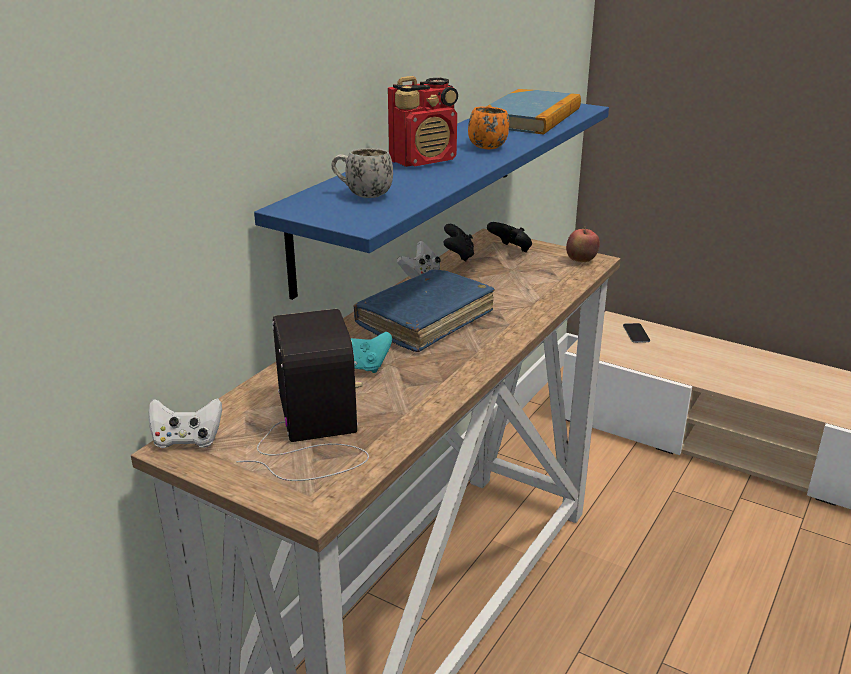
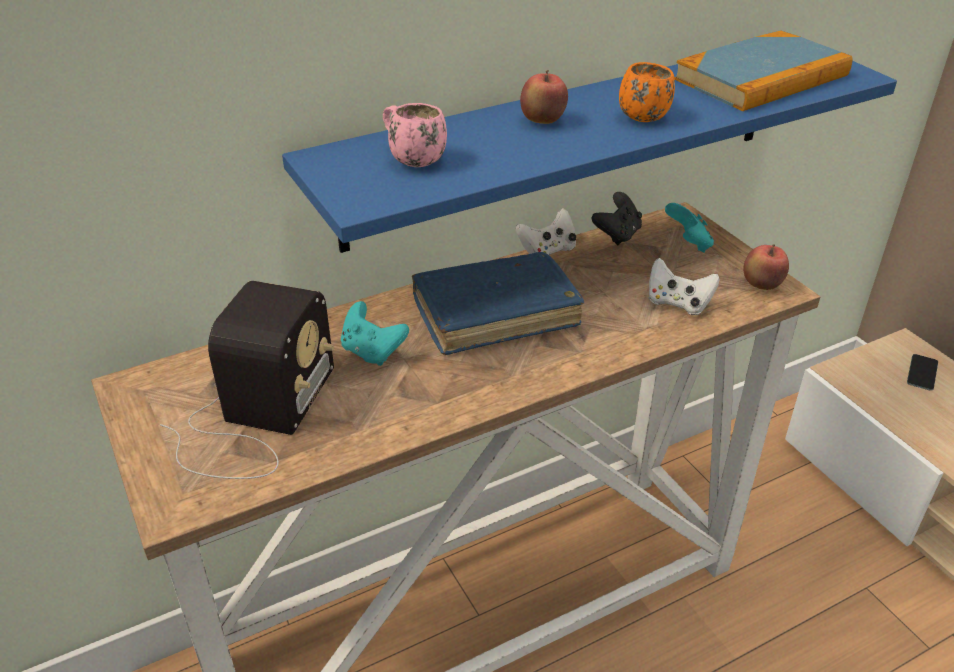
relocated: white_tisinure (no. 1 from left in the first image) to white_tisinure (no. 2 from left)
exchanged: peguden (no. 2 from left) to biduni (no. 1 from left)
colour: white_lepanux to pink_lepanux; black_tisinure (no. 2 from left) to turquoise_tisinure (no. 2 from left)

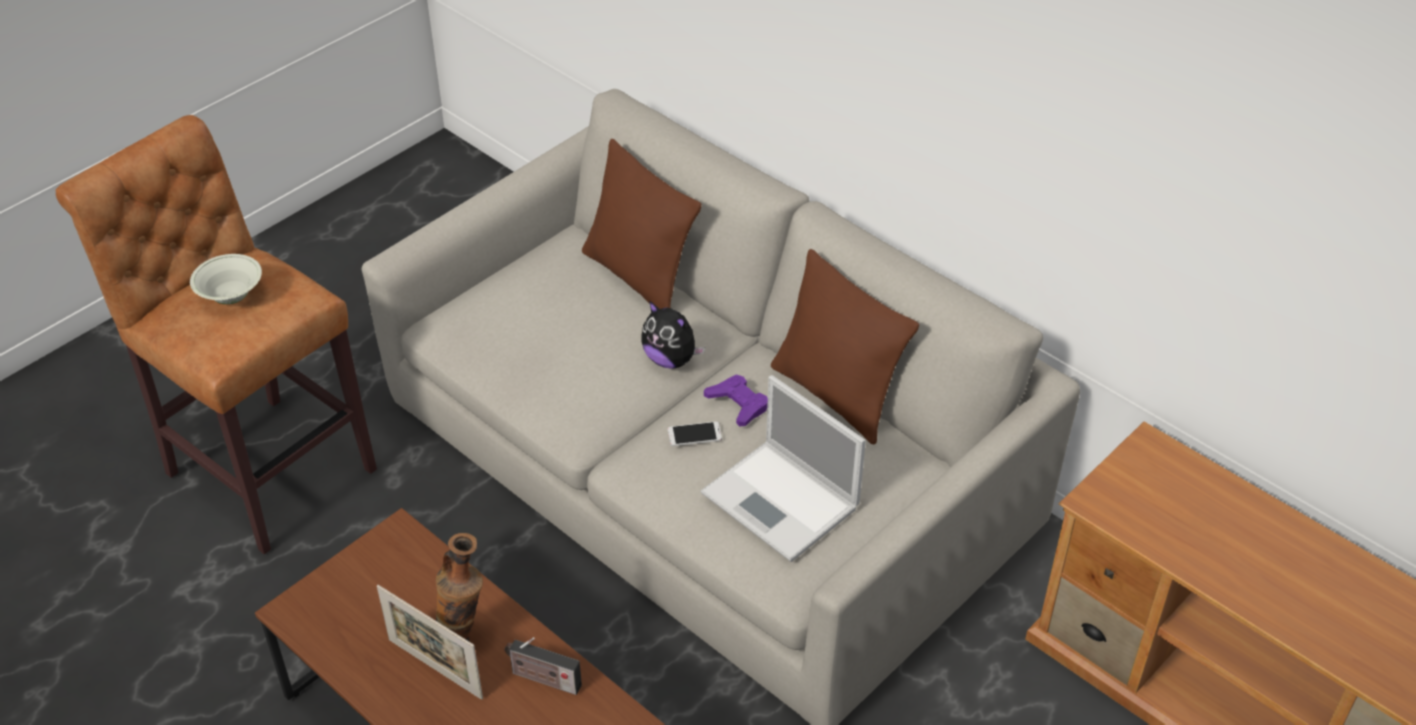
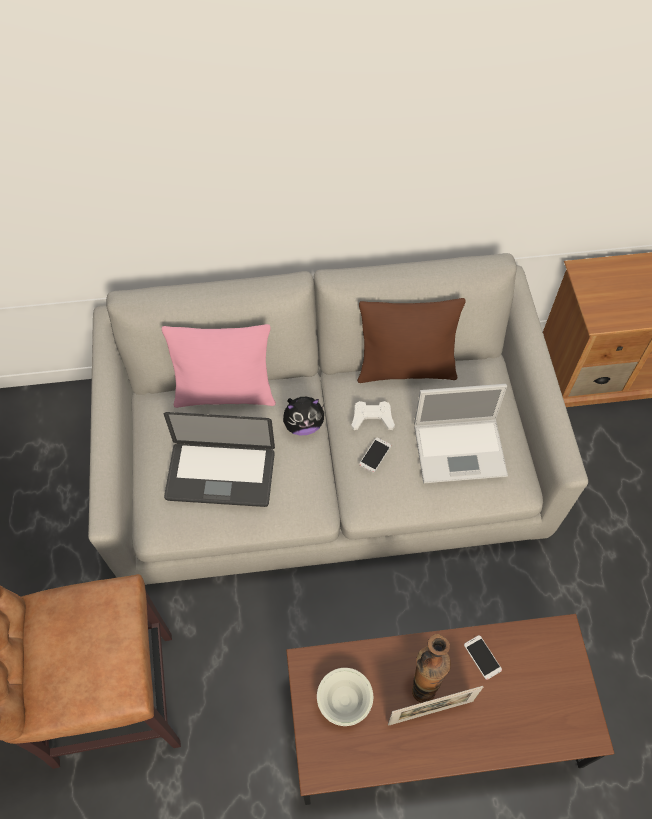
appeared: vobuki (no. 1 from left)
relocated: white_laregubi
exchanged: peguden to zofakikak (no. 2 from left)
colour: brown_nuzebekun (no. 1 from left) to pink_nuzebekun; purple_tisinure to white_tisinure

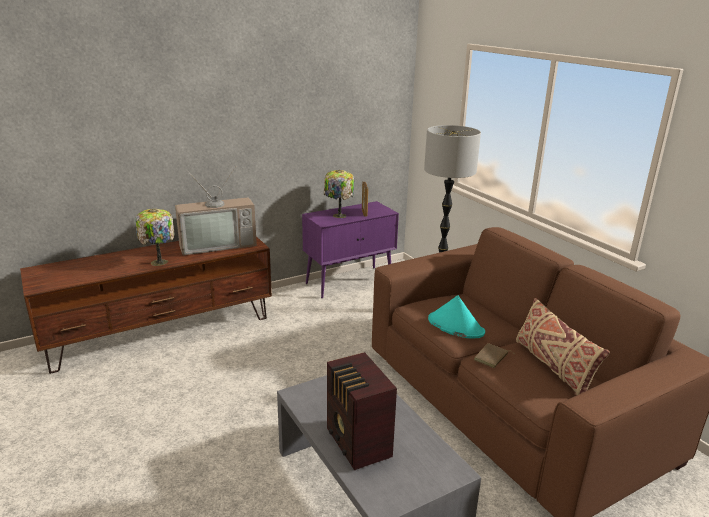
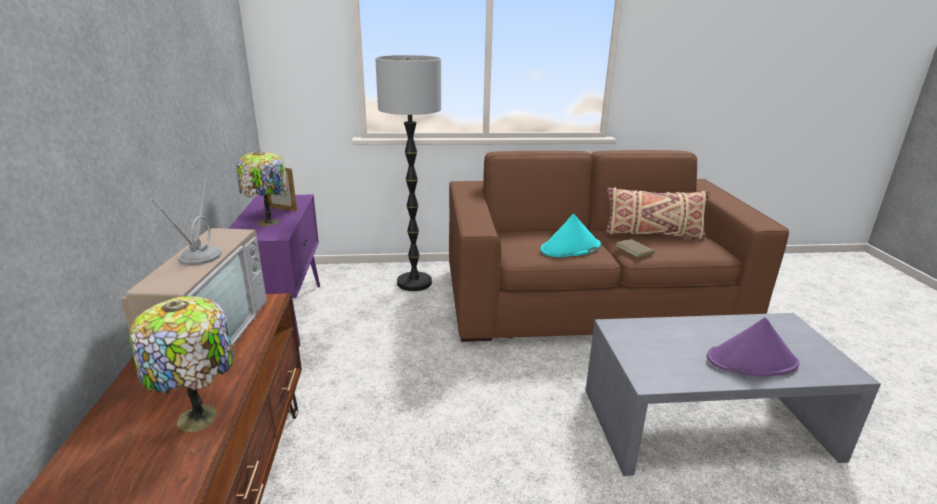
exchanged: peguden to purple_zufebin

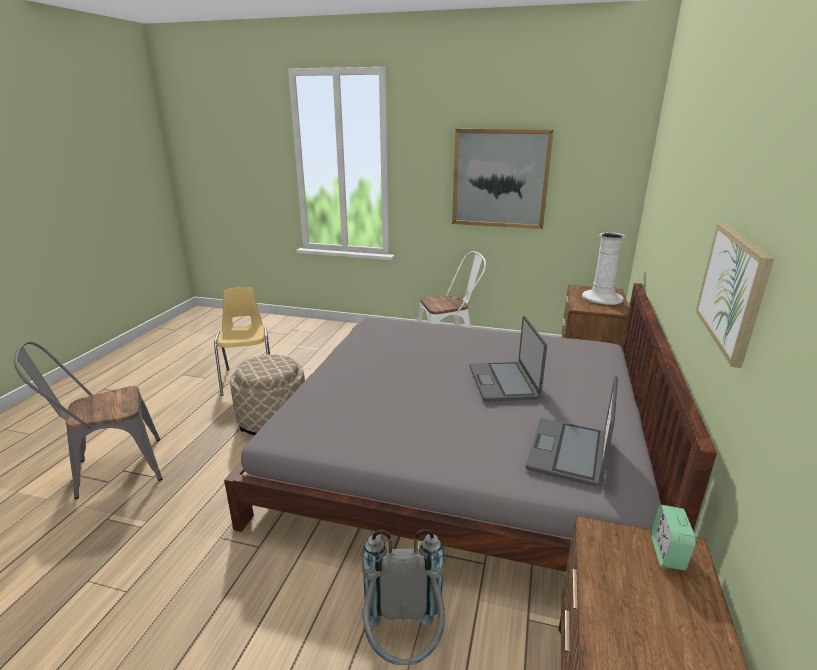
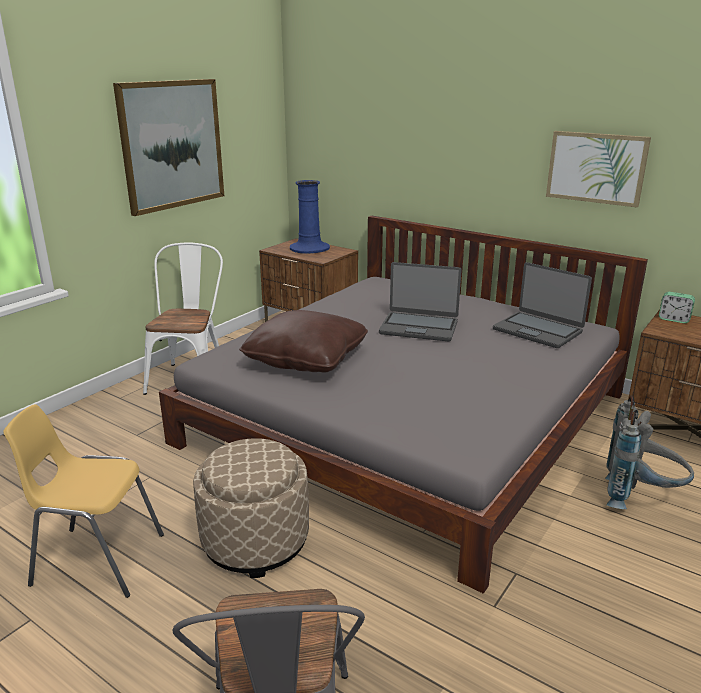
appeared: brown_nuzebekun
colour: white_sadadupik to blue_sadadupik

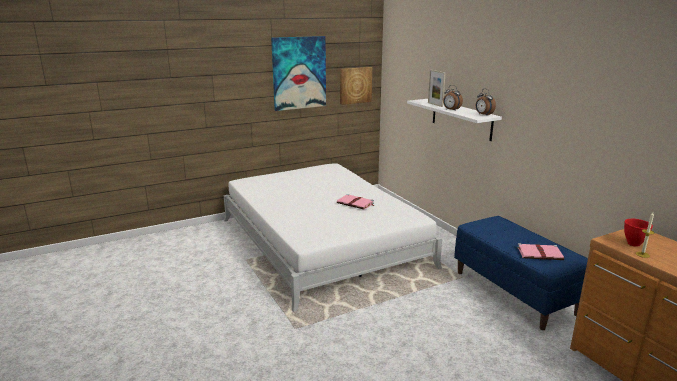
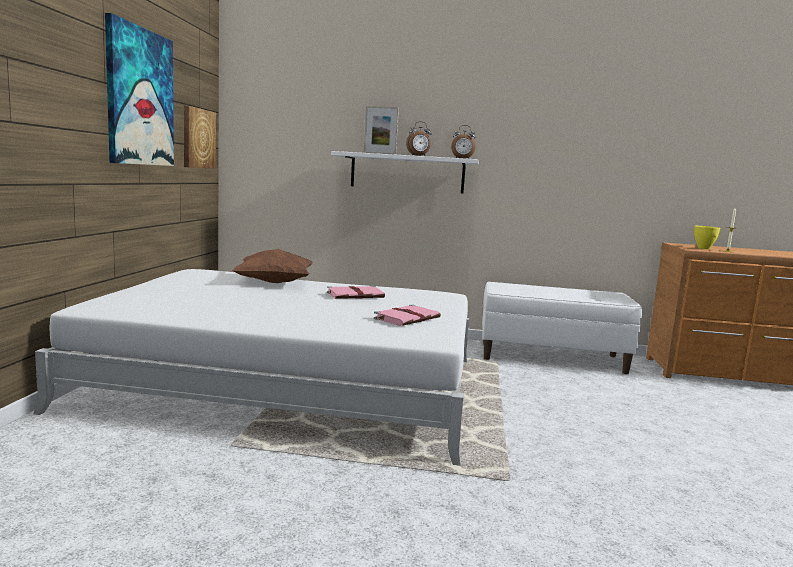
appeared: brown_nuzebekun
relocated: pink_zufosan (no. 2 from left)
colour: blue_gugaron to white_gugaron; red_laregubi to yellow_laregubi

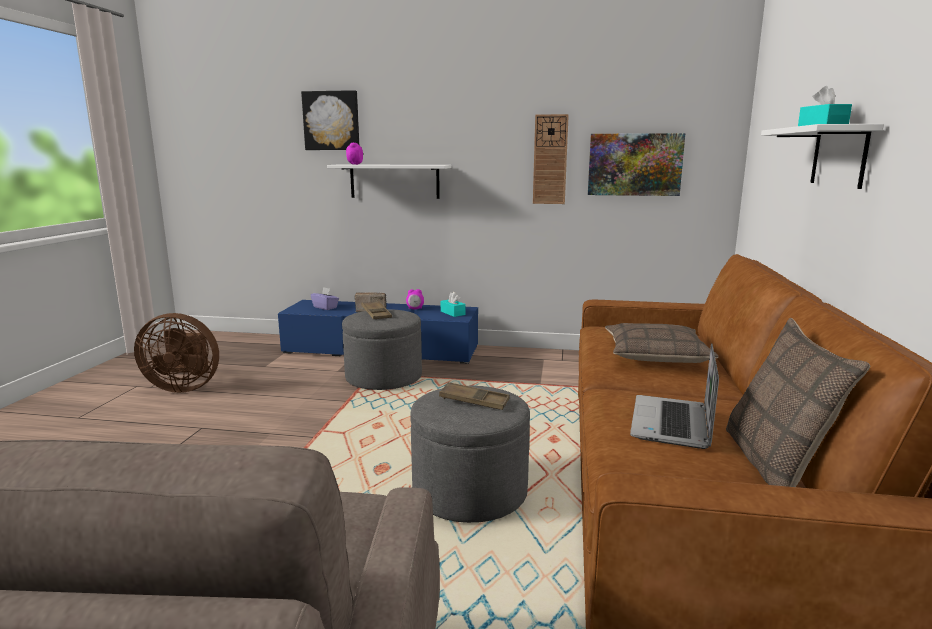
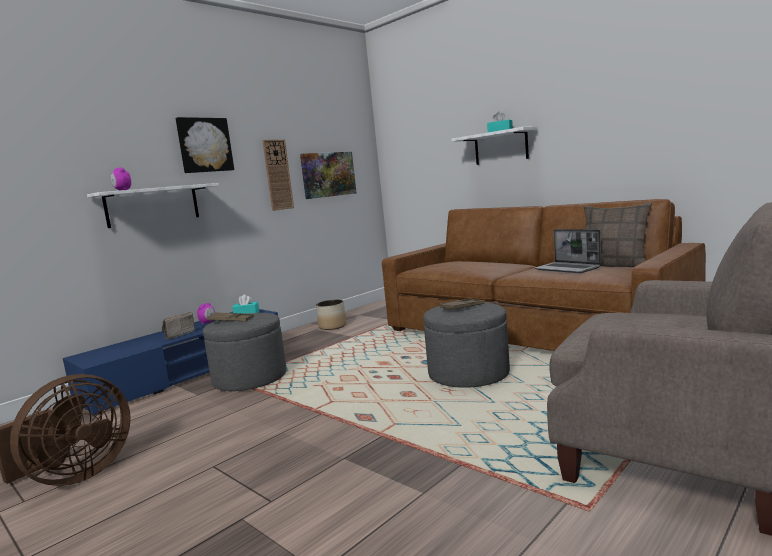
missing: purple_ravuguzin; nuzebekun (no. 1 from left)
appeared: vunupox
relocated: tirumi (no. 1 from left)

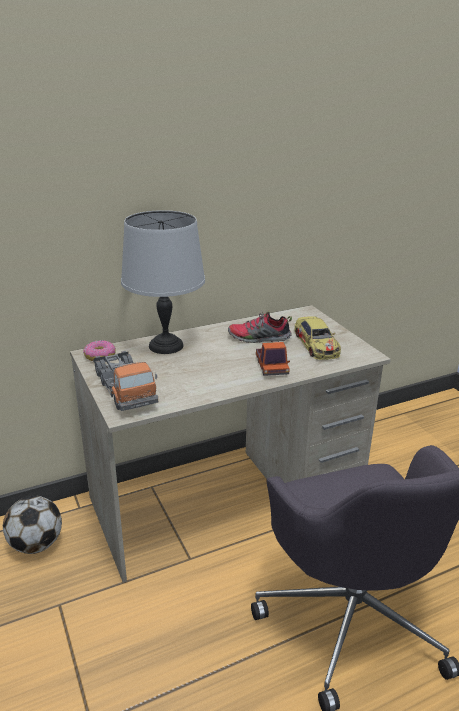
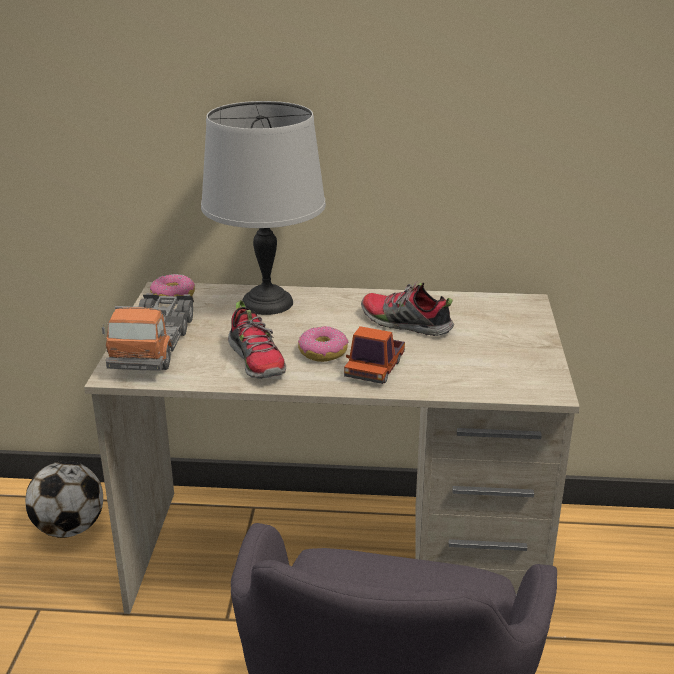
missing: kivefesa
appeared: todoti (no. 1 from left); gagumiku (no. 2 from left)

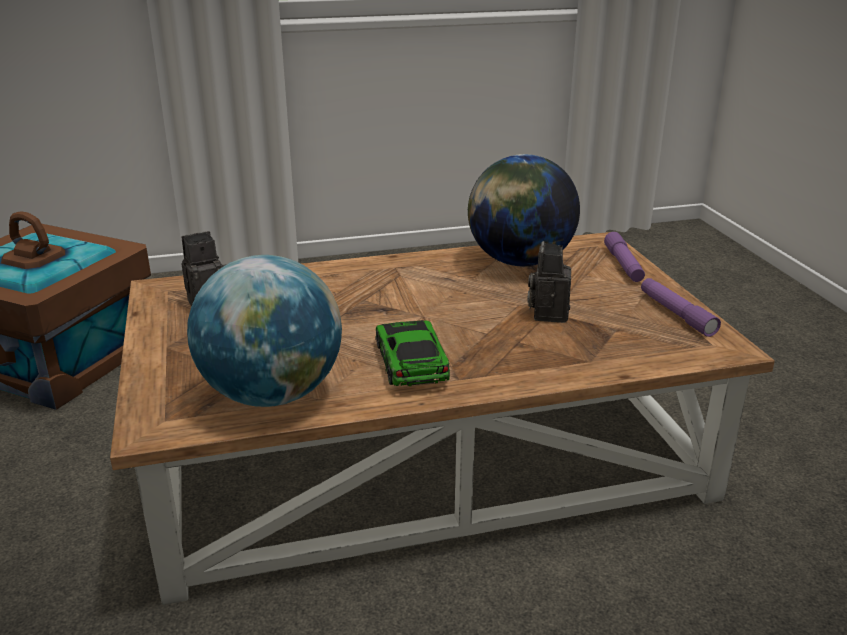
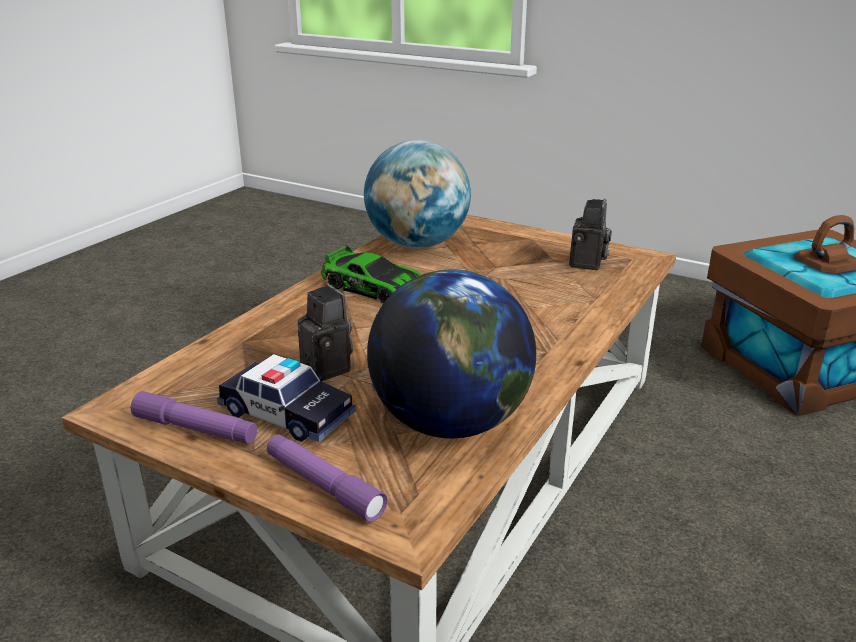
appeared: kivefesa (no. 1 from left)

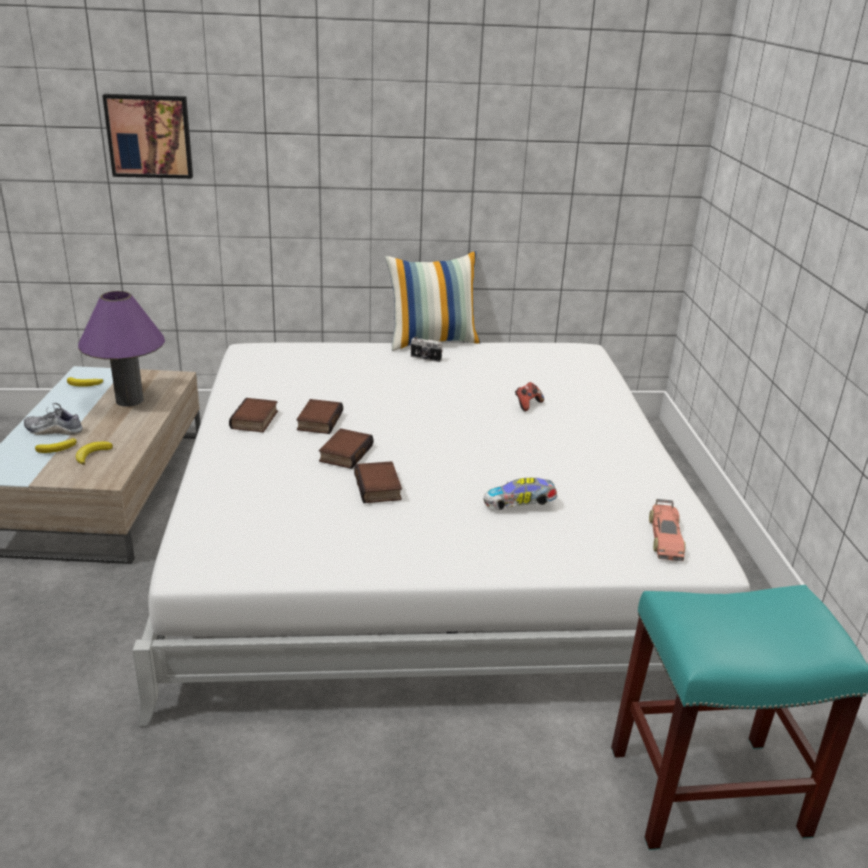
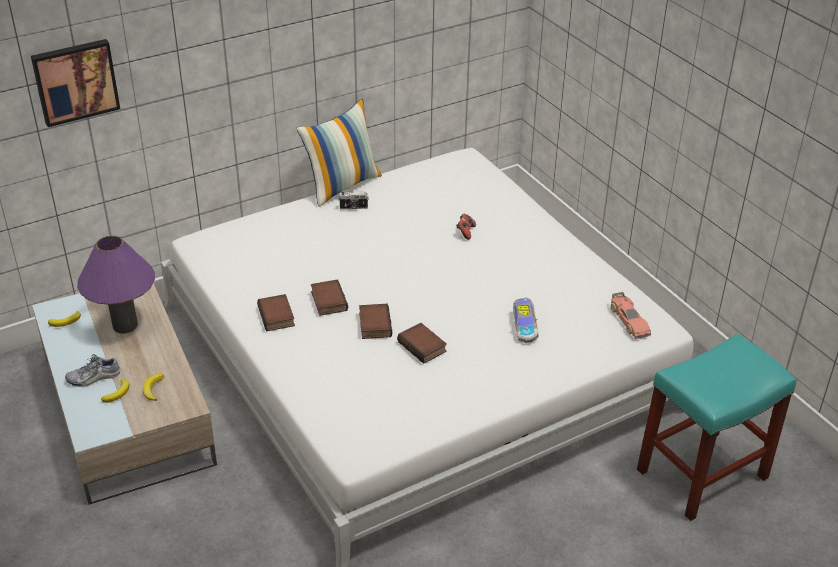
spun: kivefesa (no. 1 from left) 60 degrees counterclockwise

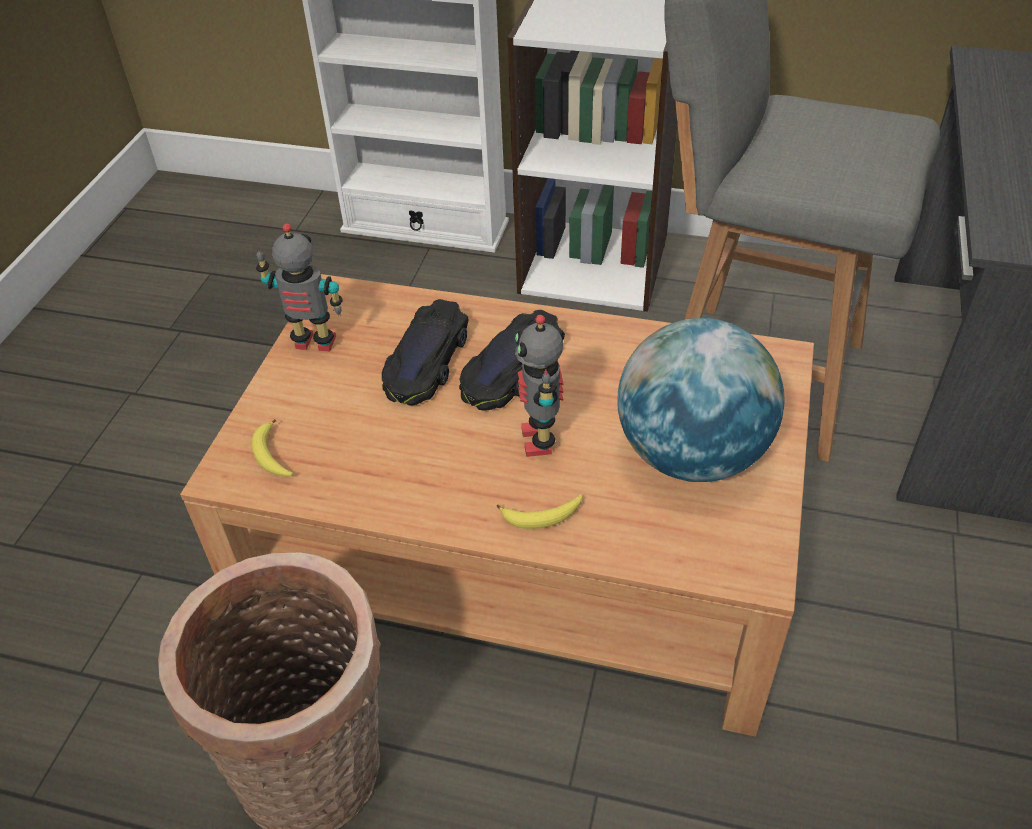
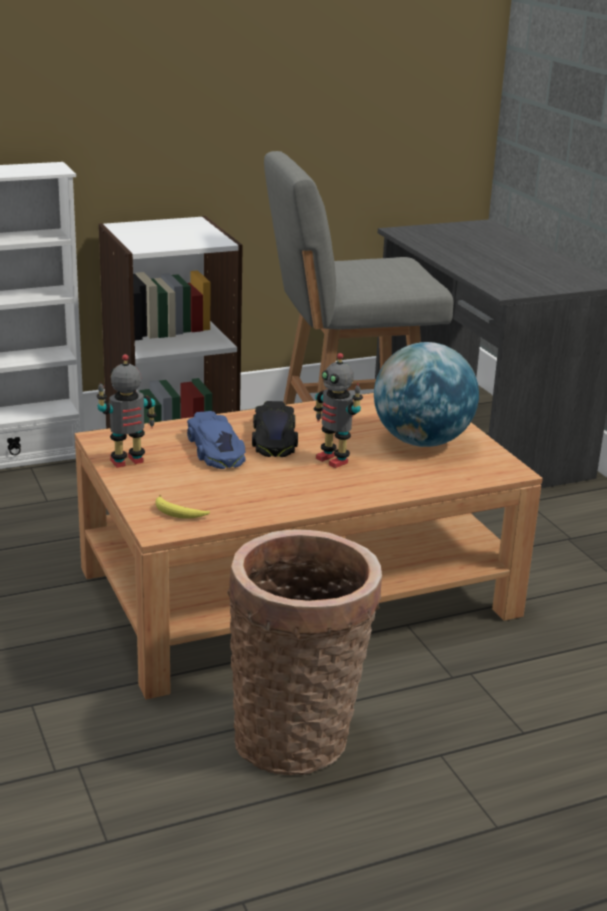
missing: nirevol (no. 2 from left)
colour: black_kivefesa (no. 1 from left) to blue_kivefesa

